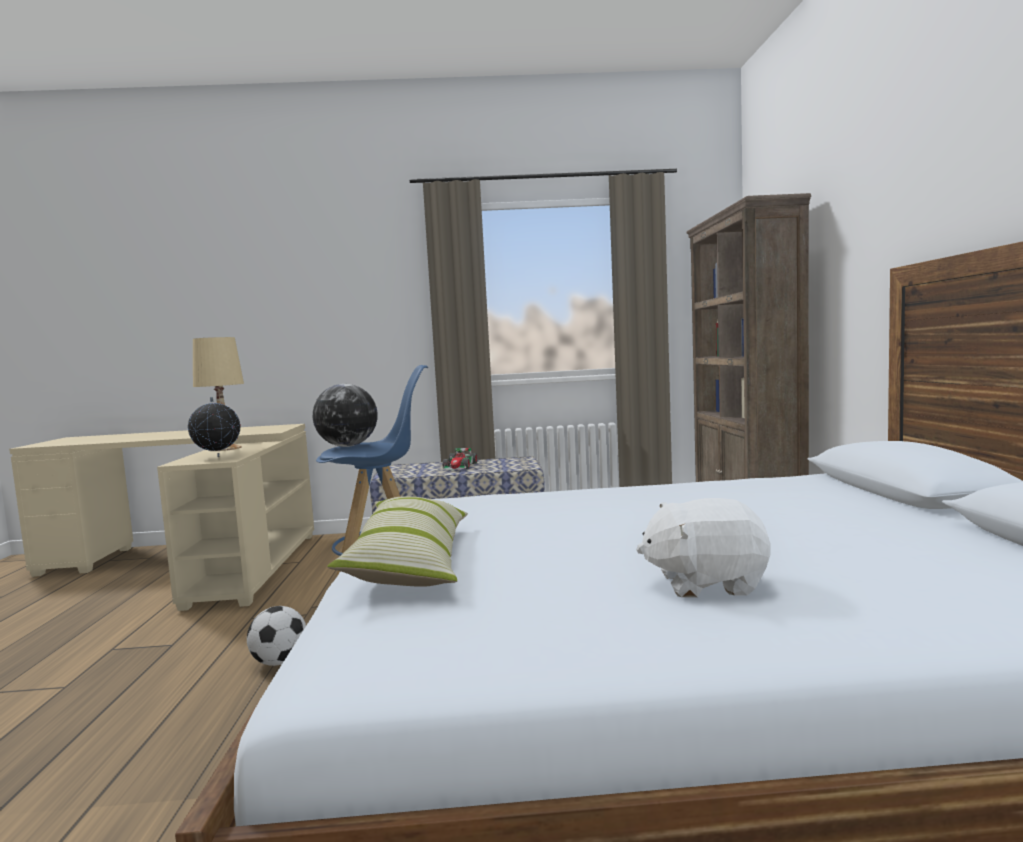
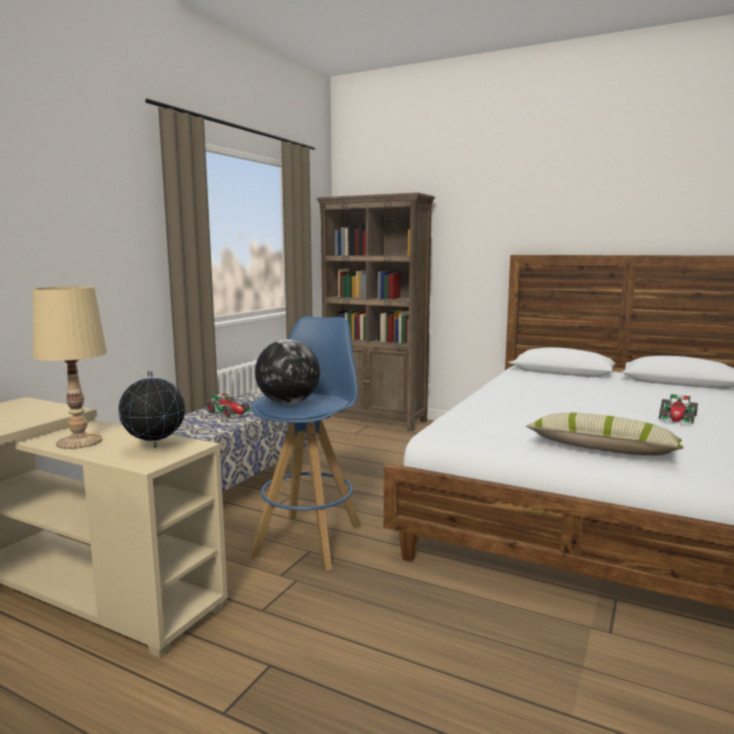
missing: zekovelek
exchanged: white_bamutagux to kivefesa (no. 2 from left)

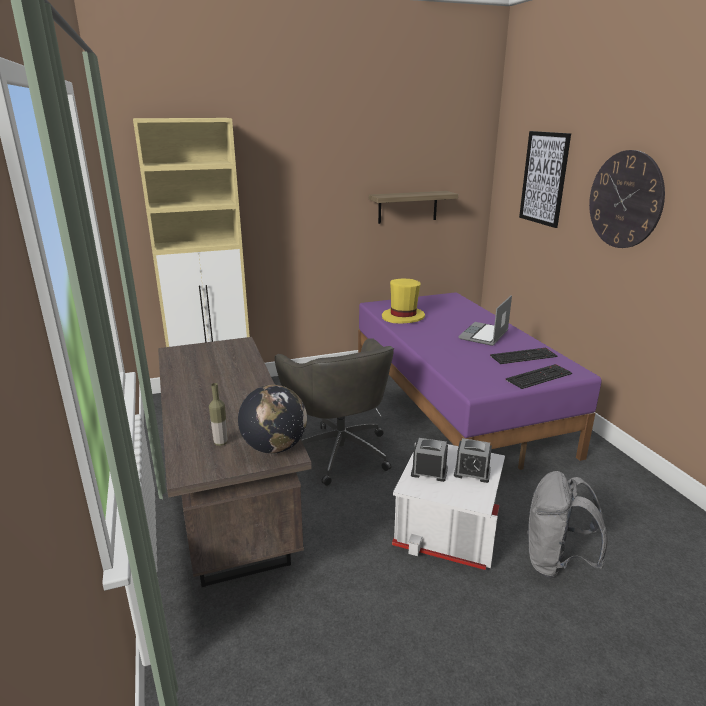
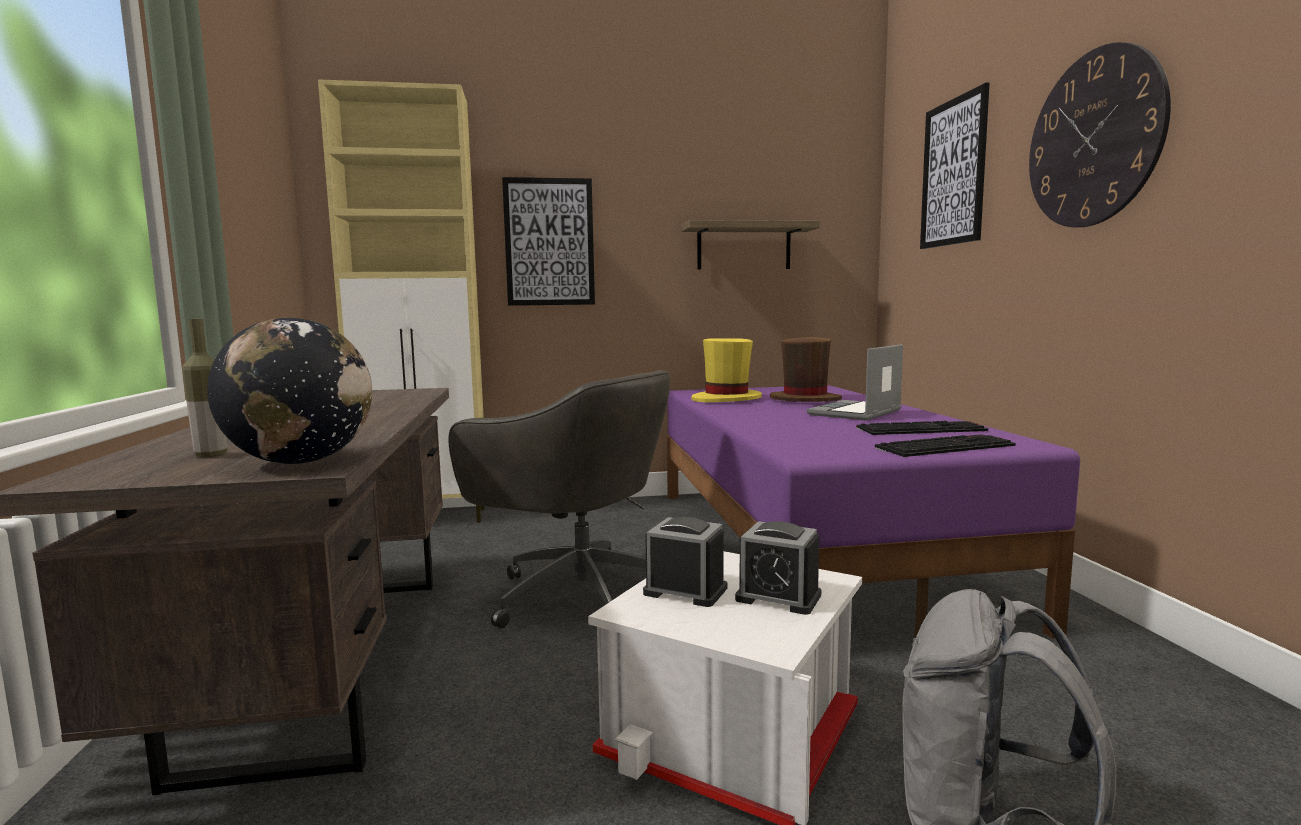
appeared: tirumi (no. 1 from left); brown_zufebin
spun: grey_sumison 45 degrees counterclockwise

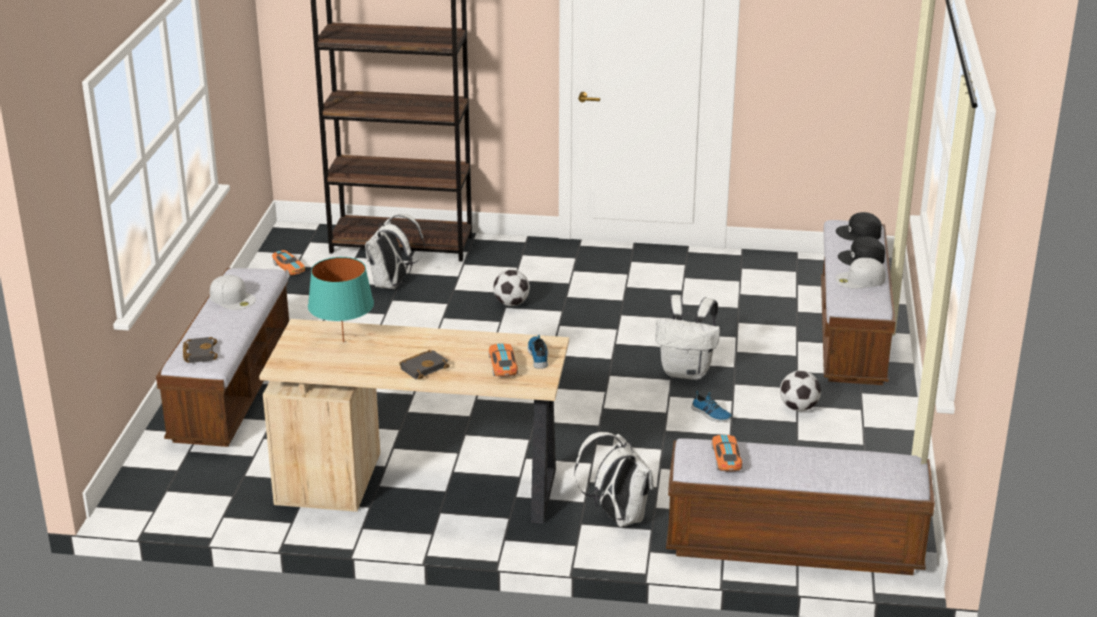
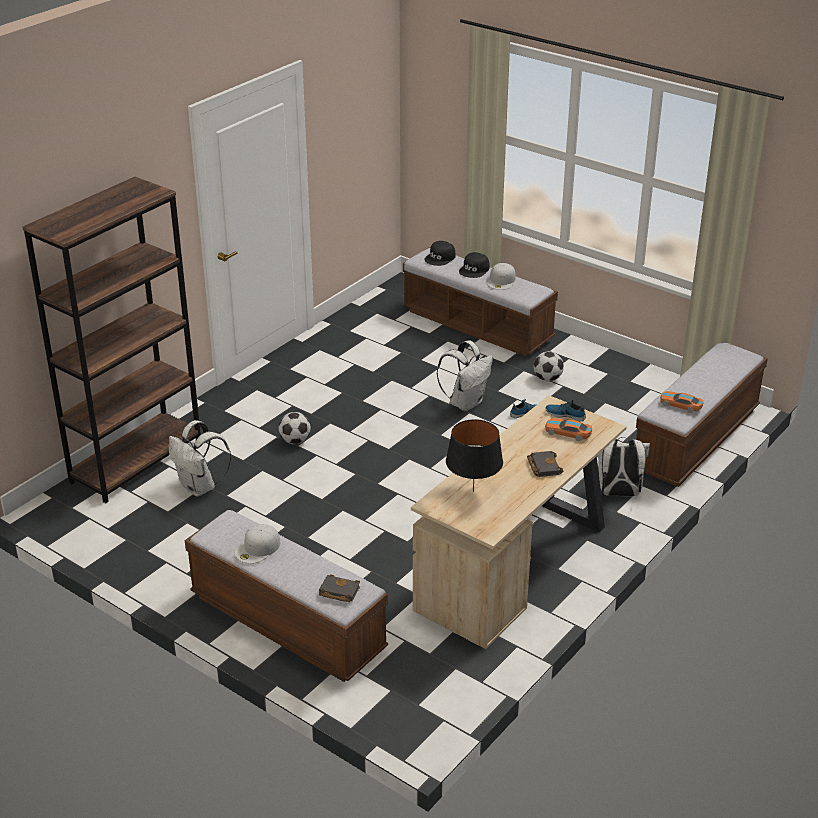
missing: kivefesa (no. 1 from left)
colour: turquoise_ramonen to black_ramonen
spun: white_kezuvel (no. 1 from left) 150 degrees clockwise

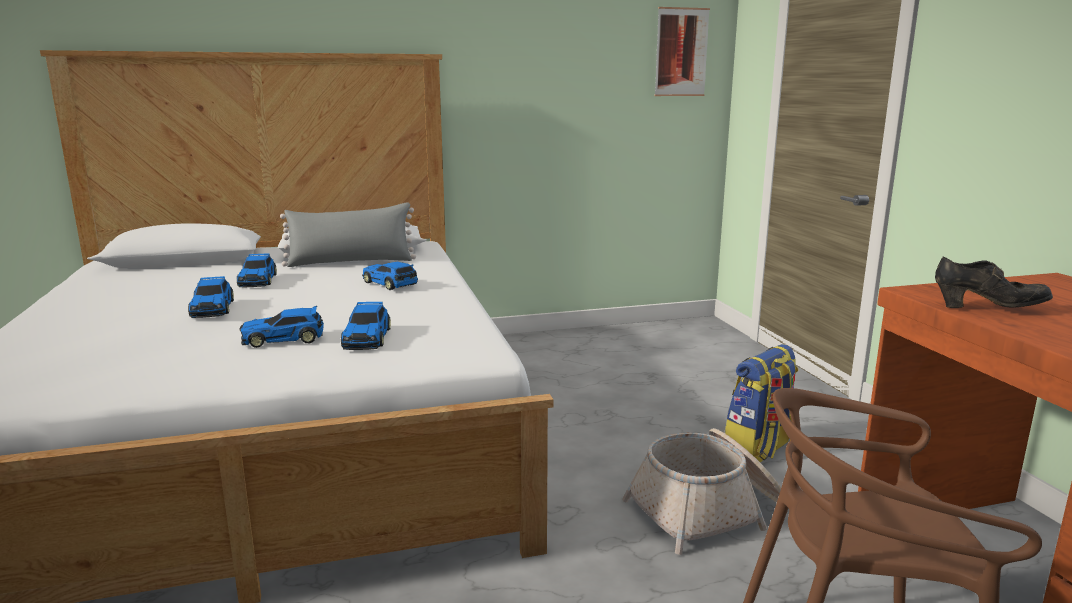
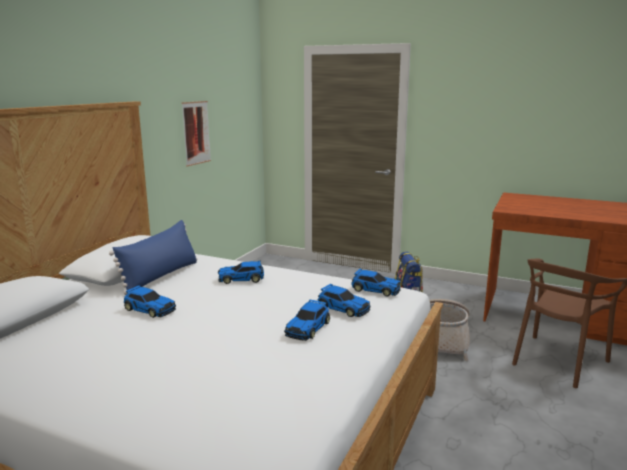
missing: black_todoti
relocated: kivefesa (no. 1 from left in the first image) to kivefesa (no. 5 from left); tirumi
colour: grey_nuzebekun to blue_nuzebekun

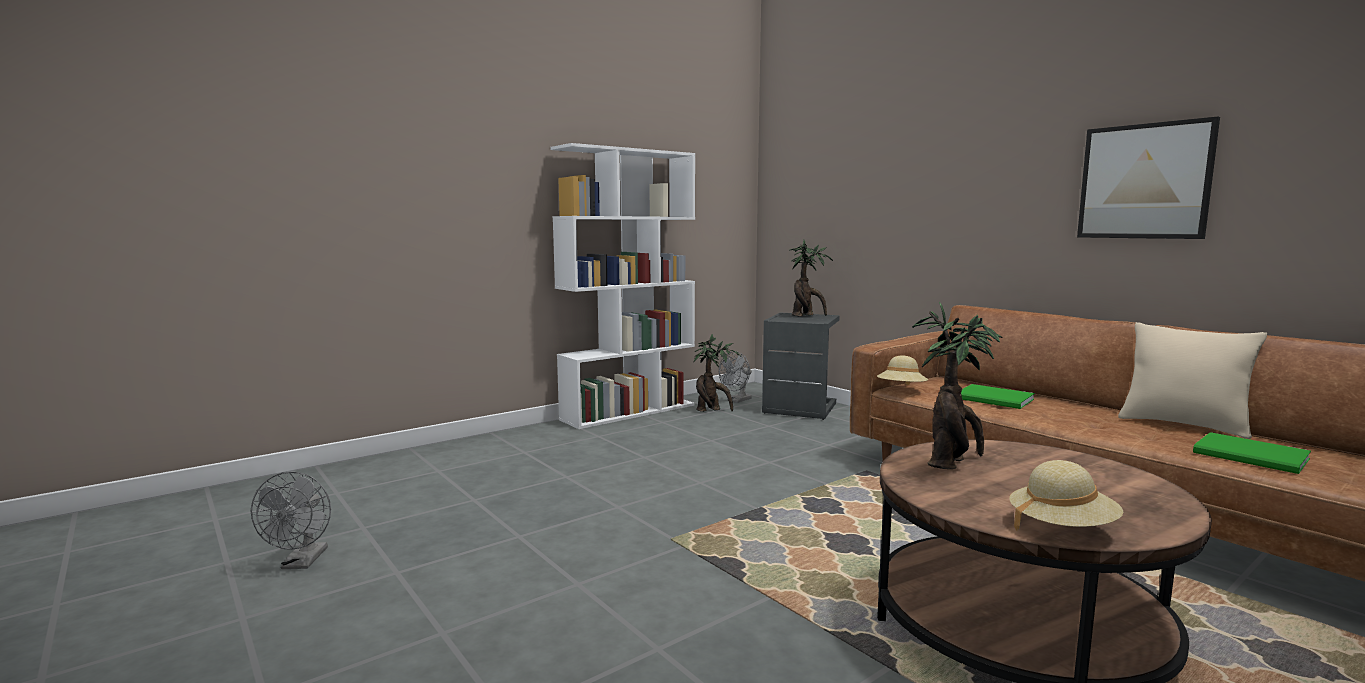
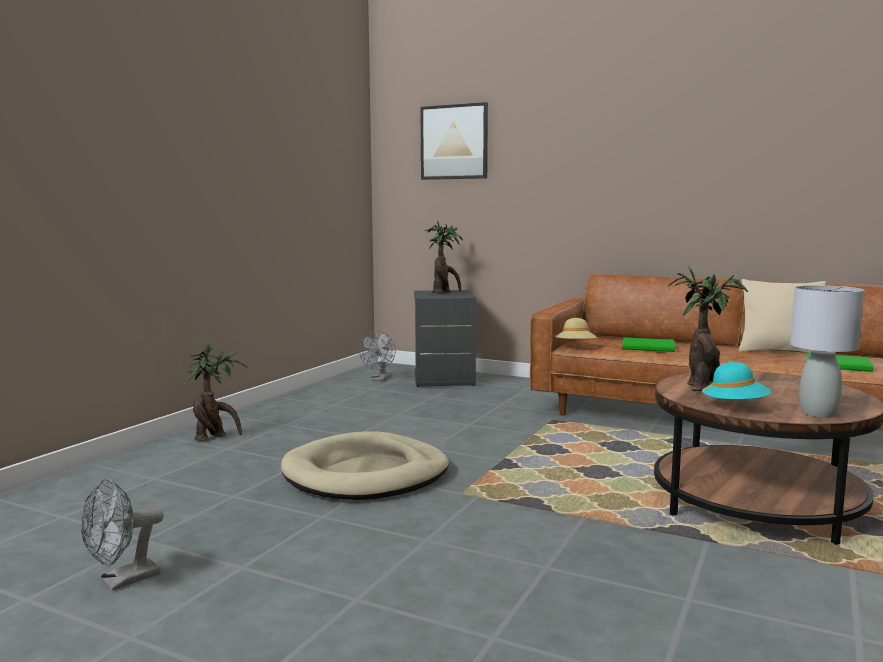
missing: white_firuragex
appeared: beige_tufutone; turquoise_zufebin
relocated: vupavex (no. 1 from left); tirumi
exchanged: beige_zufebin (no. 2 from left) to grey_ramonen
spun: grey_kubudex (no. 1 from left) 75 degrees clockwise

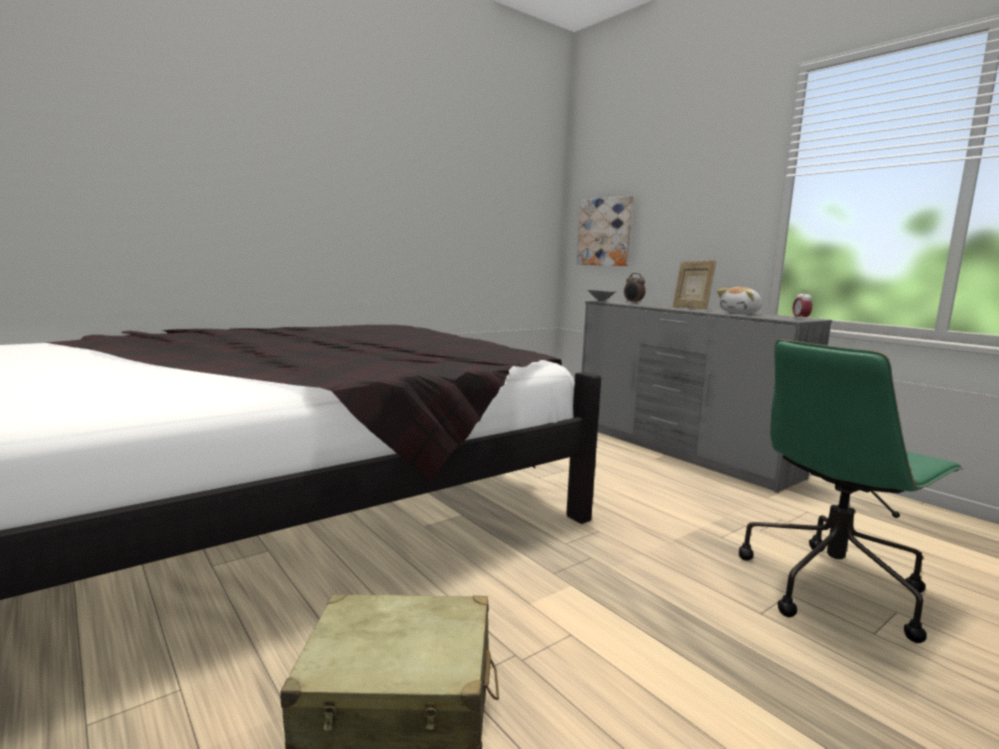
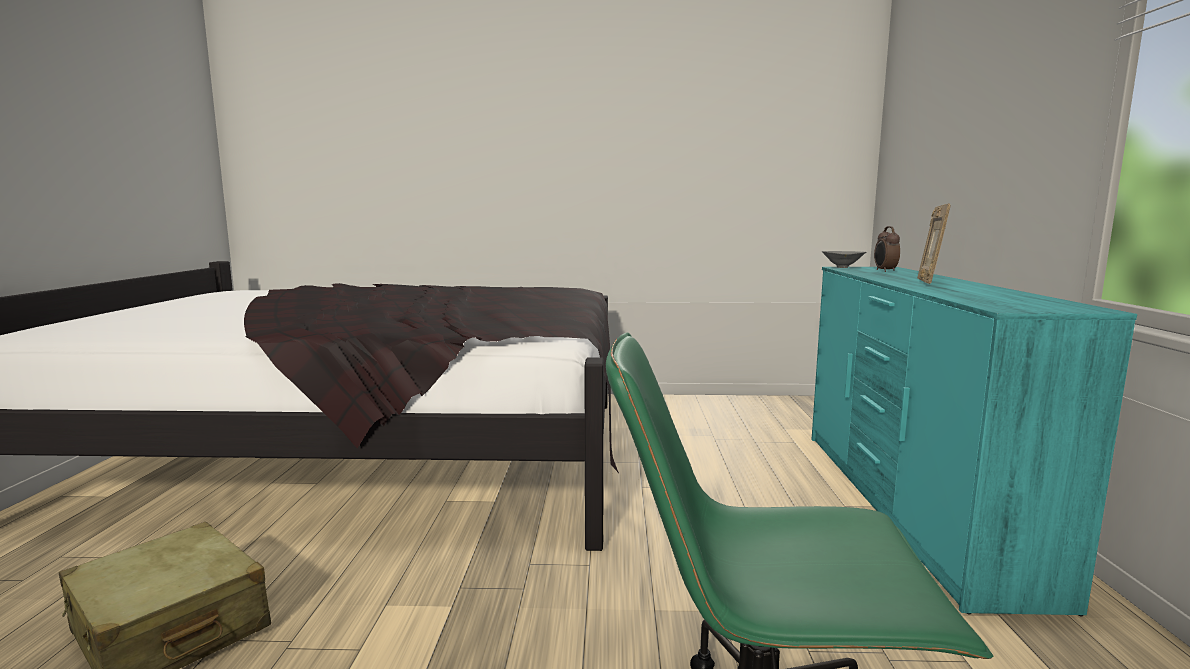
missing: tirumi; bamutagux; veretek (no. 2 from left)
colour: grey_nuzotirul to turquoise_nuzotirul

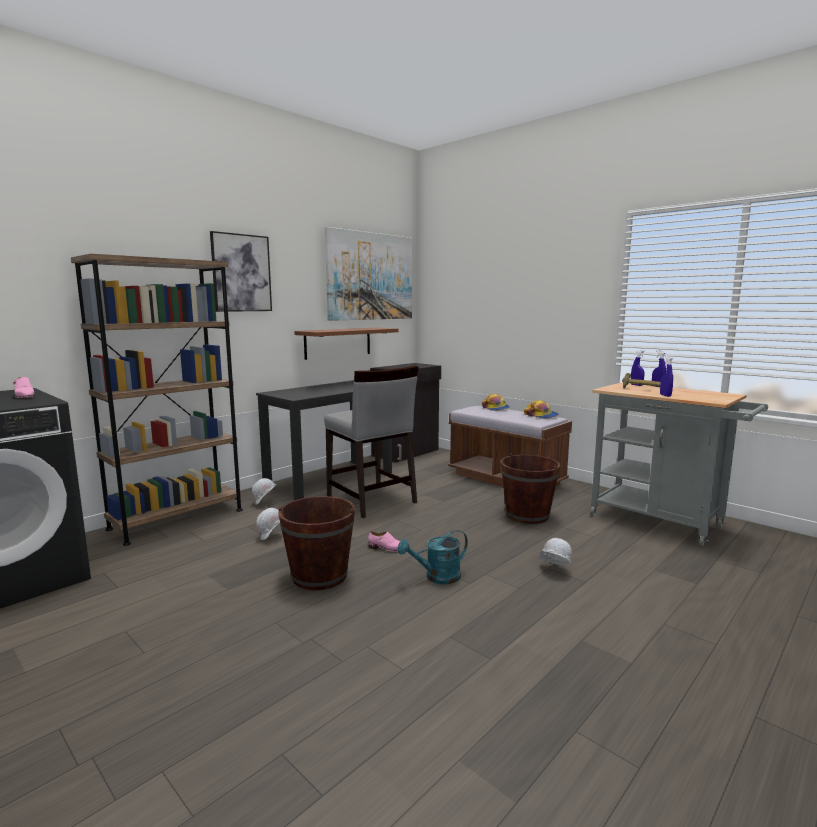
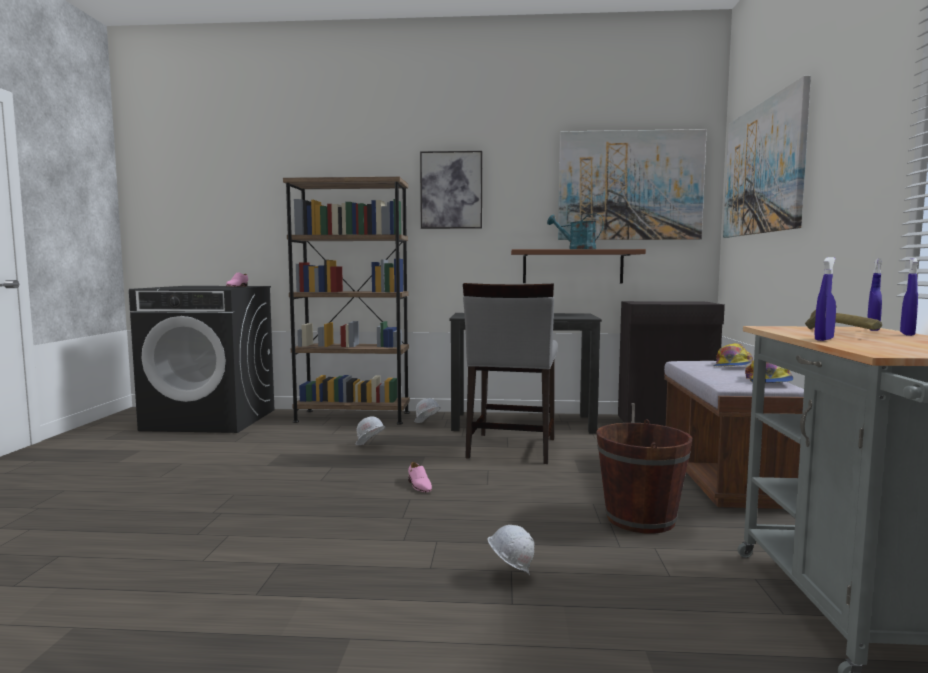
missing: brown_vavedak (no. 1 from left)
appeared: tirumi (no. 3 from left)
relocated: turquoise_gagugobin

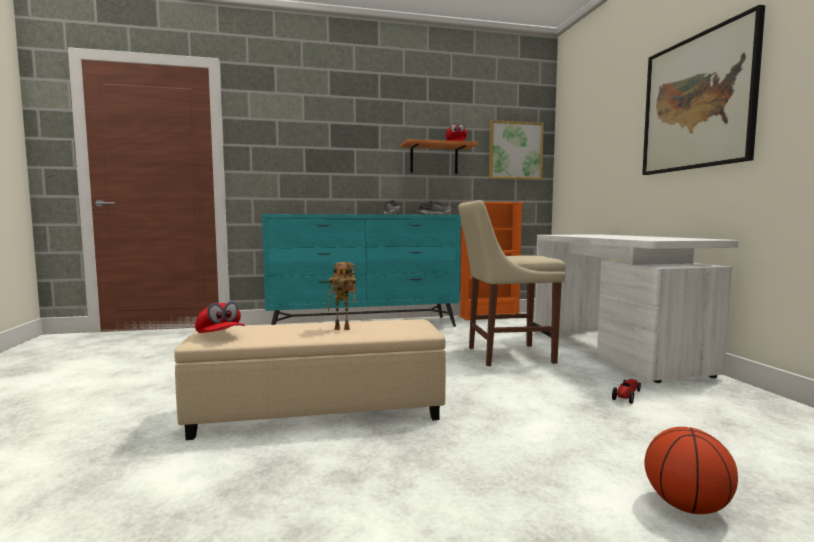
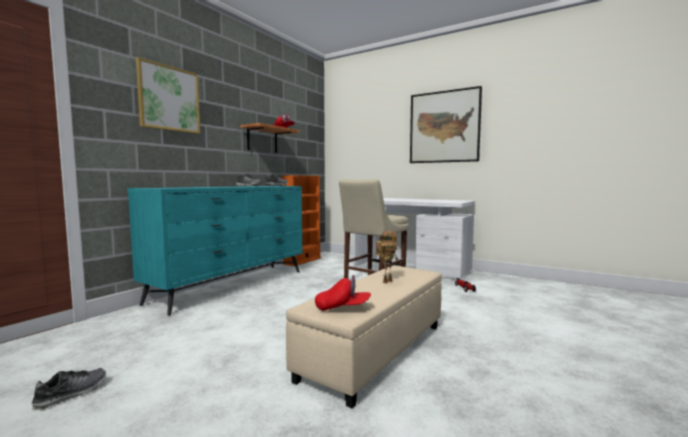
missing: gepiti
appeared: todoti (no. 1 from left)
relocated: tirumi (no. 1 from left)

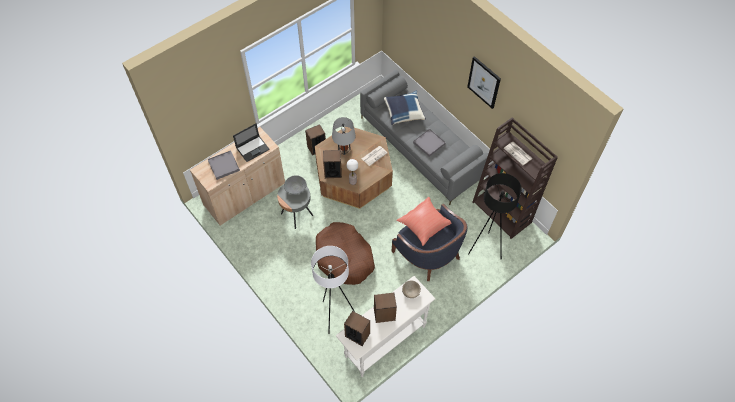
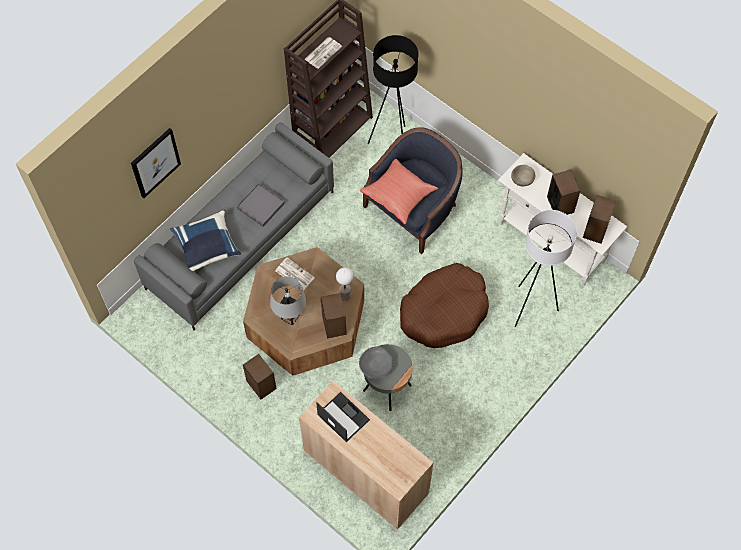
missing: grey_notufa (no. 1 from left)
relocated: tirumi

